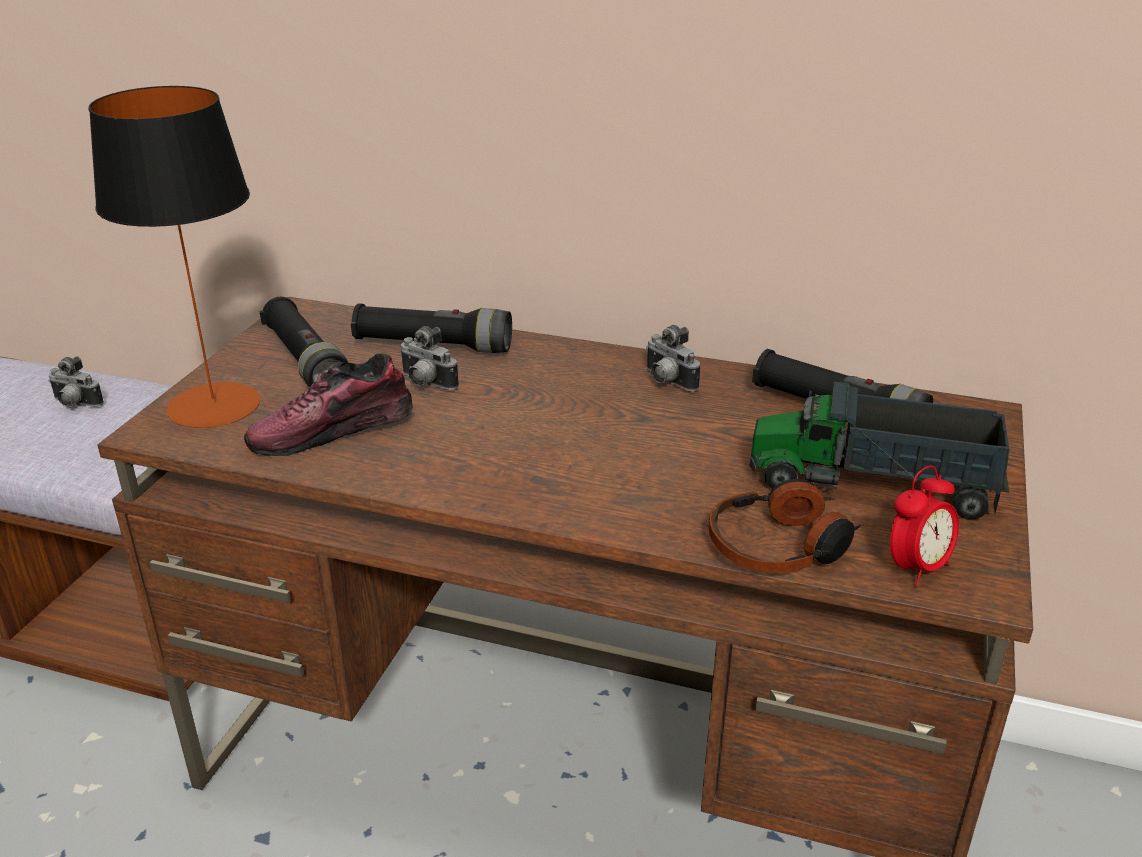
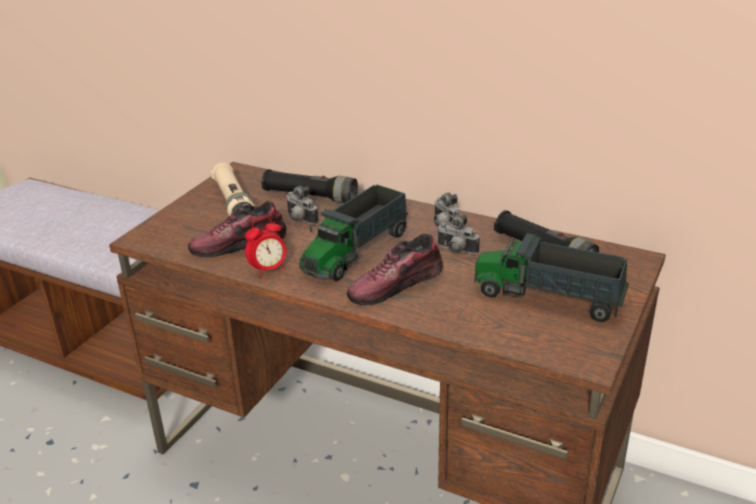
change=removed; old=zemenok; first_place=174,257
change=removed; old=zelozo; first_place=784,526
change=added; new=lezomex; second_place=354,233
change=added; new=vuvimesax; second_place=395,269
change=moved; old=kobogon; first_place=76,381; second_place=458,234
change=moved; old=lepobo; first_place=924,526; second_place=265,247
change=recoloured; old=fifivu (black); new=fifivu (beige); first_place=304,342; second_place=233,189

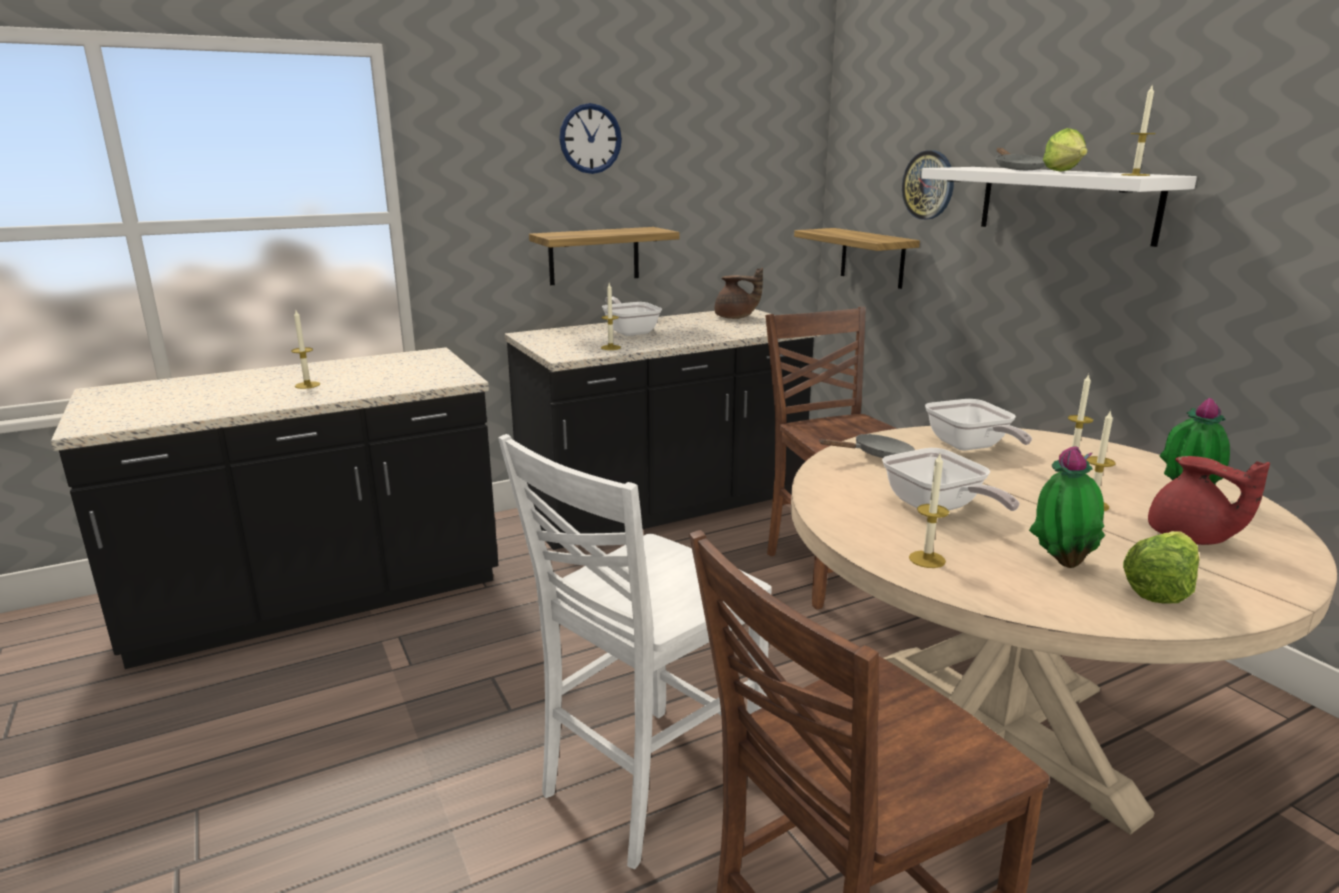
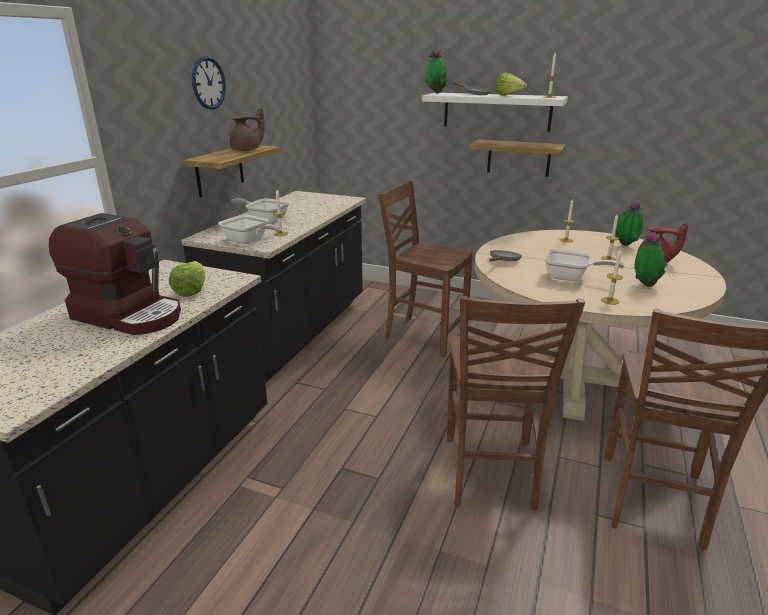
change=removed; old=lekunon; first_place=928,185
change=added; new=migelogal; second_place=436,70
change=moved; old=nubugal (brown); first_place=739,293; second_place=247,129
change=moved; old=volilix; first_place=857,258; second_place=517,158
change=moved; old=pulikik; first_place=978,425; second_place=250,229
change=moved; old=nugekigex; first_place=1161,567; second_place=187,279
change=replaced; old=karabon; new=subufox; first_place=305,349; second_place=115,274
change=recoloured; old=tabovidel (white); new=tabovidel (brown); first_place=635,651; second_place=516,403

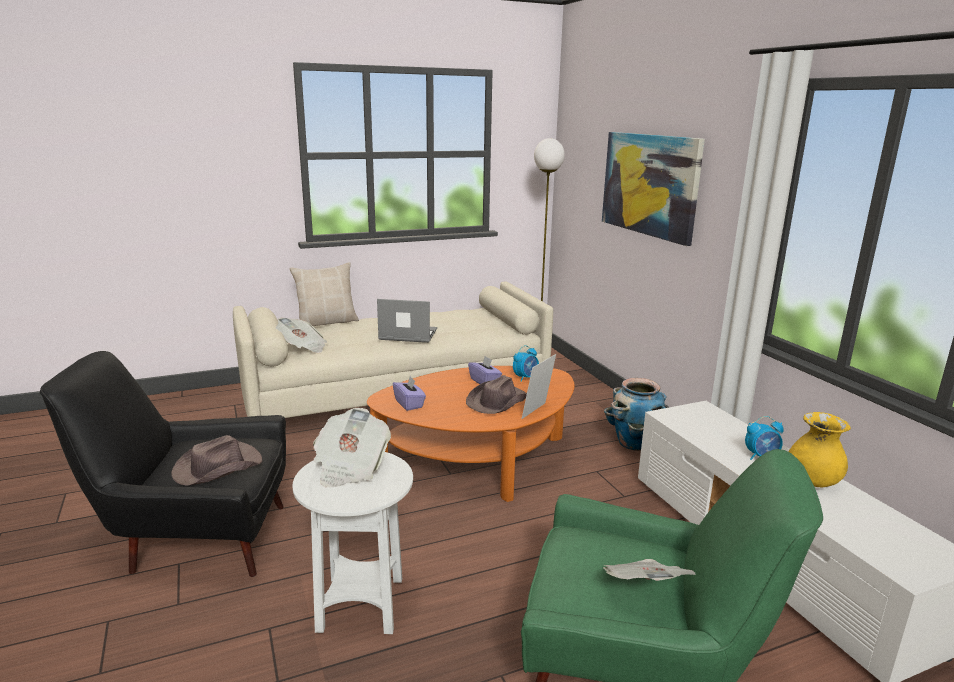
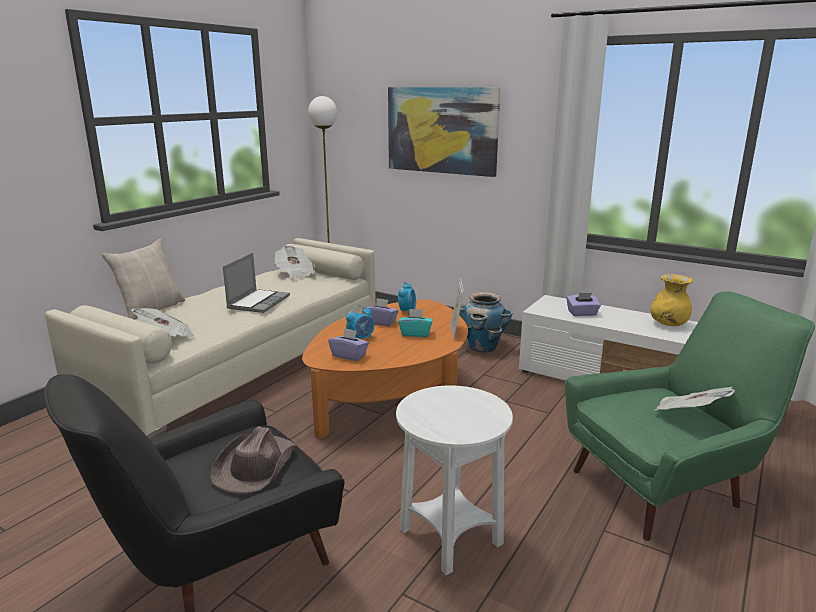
change=added; new=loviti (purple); second_place=583,304
change=moved; old=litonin; first_place=352,447; second_place=295,262
change=moved; old=lepobo; first_place=764,438; second_place=360,322
change=replaced; old=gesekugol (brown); new=loviti (turquoise); first_place=496,394; second_place=416,323
change=turned; old=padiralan; first_place=407,321; second_place=256,283; degrees=135

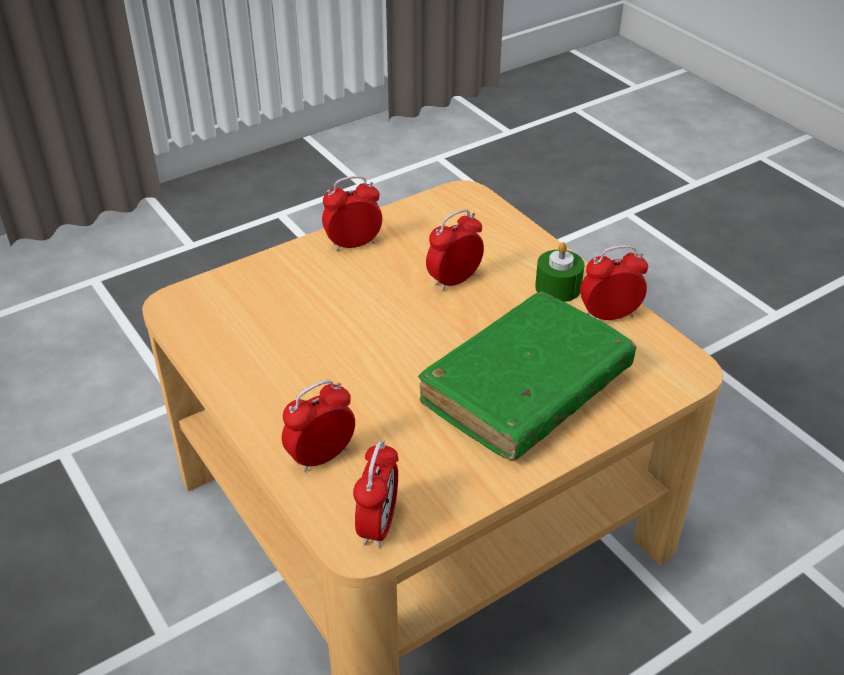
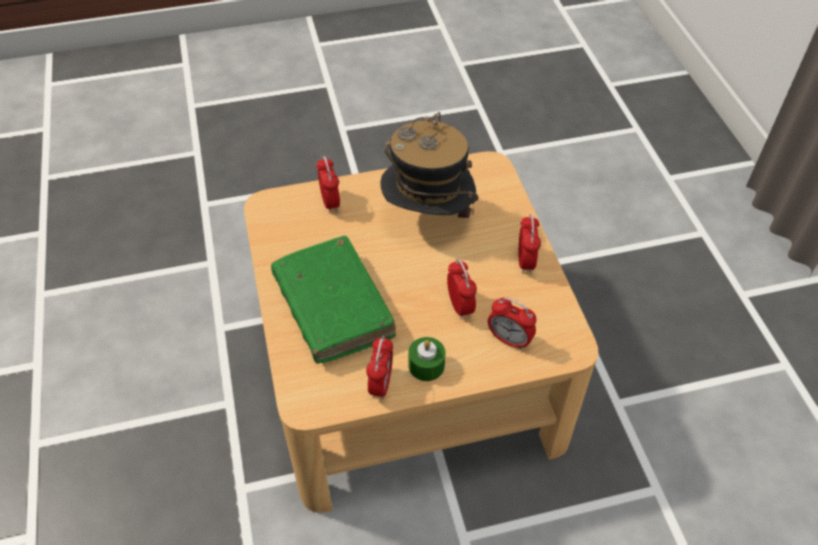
change=added; new=gesekugol; second_place=429,165
change=moved; old=lepobo; first_place=376,494; second_place=512,324

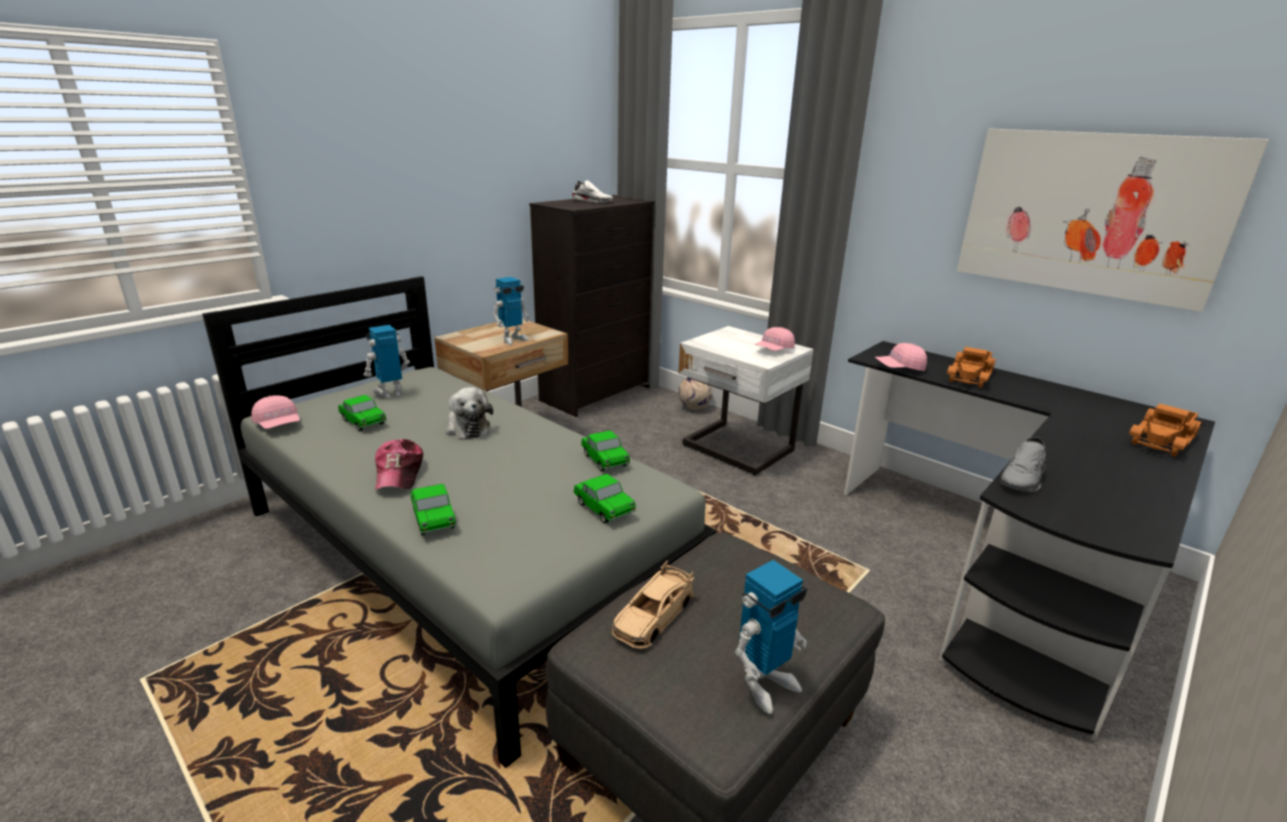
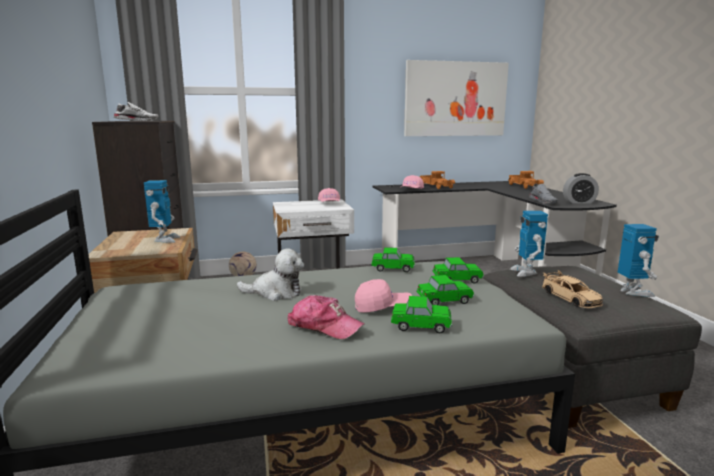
change=added; new=lepobo; second_place=581,188
change=moved; old=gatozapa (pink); first_place=275,412; second_place=383,296
change=moved; old=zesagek; first_place=362,413; second_place=445,290
change=moved; old=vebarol; first_place=387,361; second_place=529,244

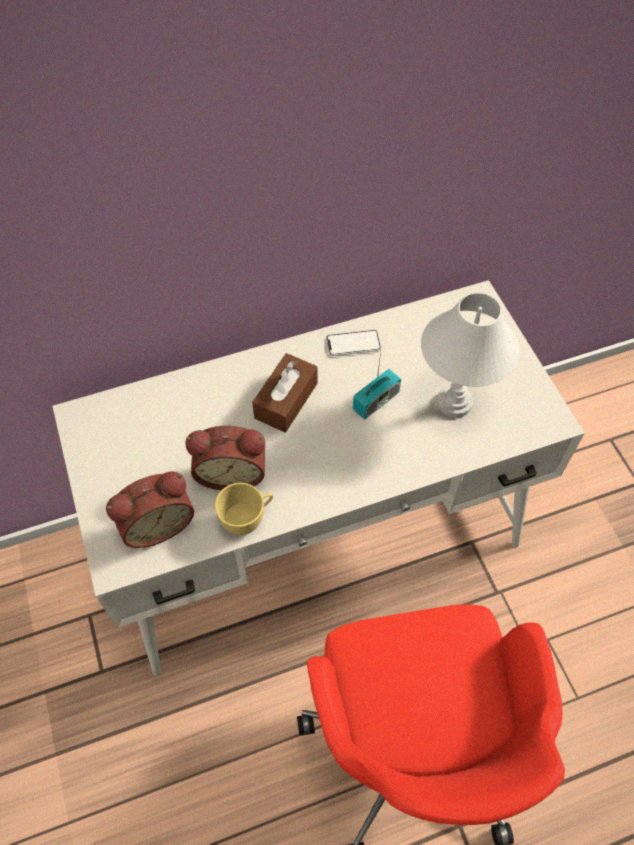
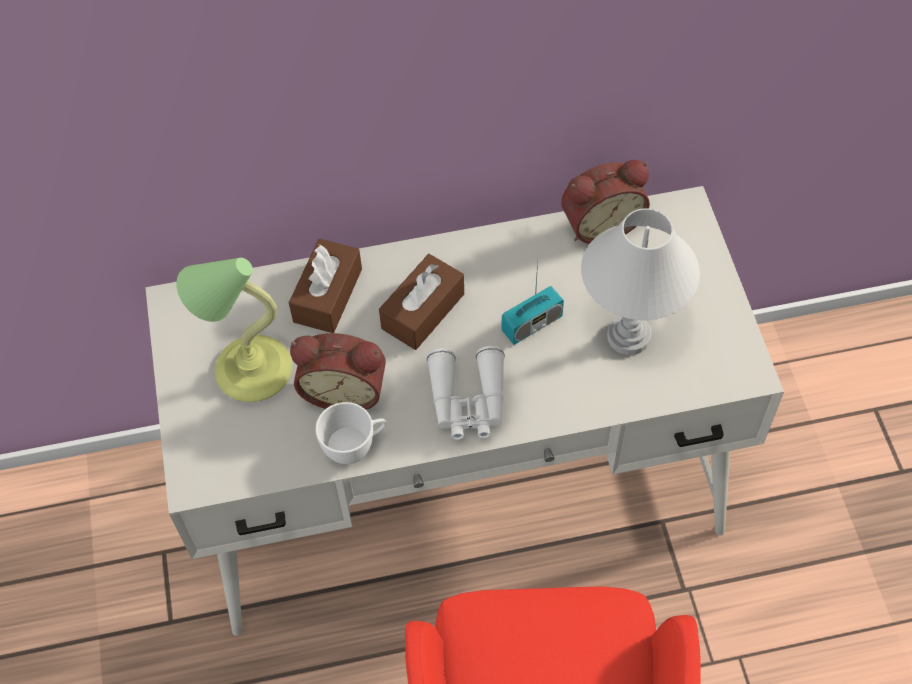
change=removed; old=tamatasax; first_place=353,343
change=added; new=zemenok; second_place=234,330
change=added; new=loviti (brown); second_place=325,286
change=added; new=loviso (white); second_place=466,393
change=moved; old=lepobo; first_place=150,509; second_place=605,202
change=recoloured; old=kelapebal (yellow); new=kelapebal (white); first_place=244,509; second_place=351,433

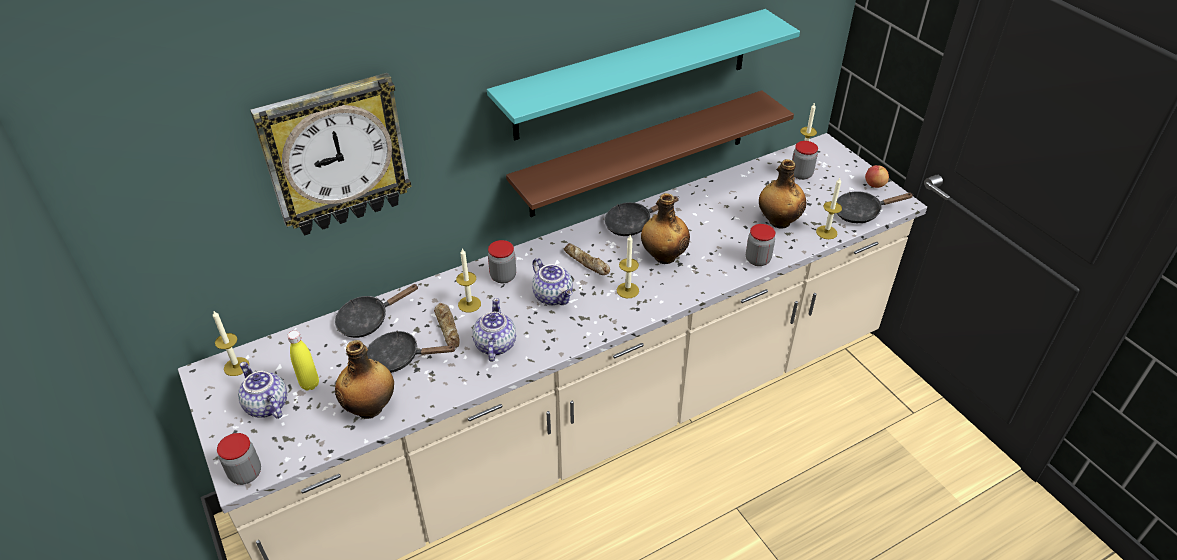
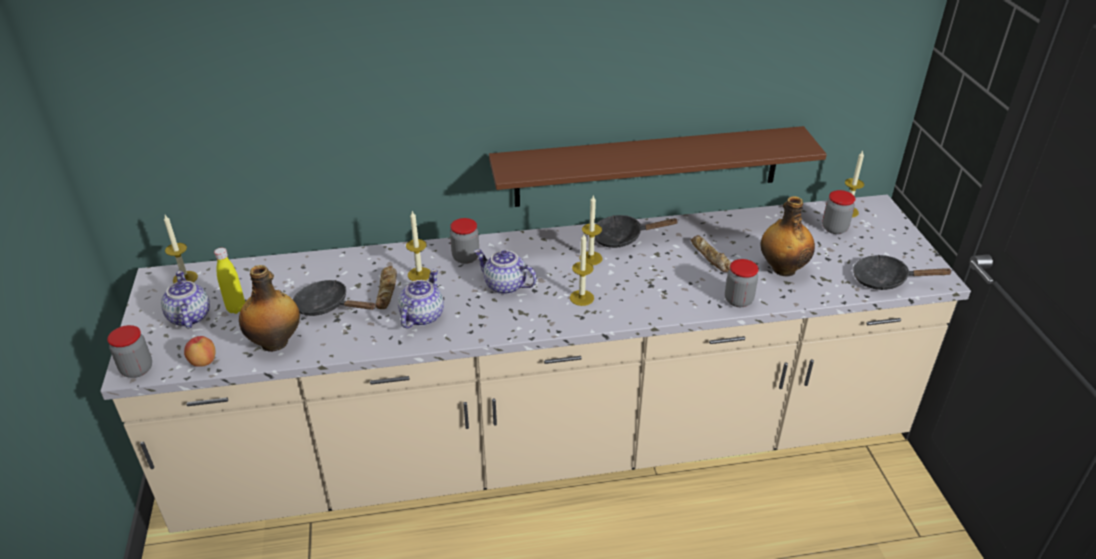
change=removed; old=lekunon; first_place=331,154
change=removed; old=pulikik (black); first_place=377,311
change=removed; old=volilix (turquoise); first_place=643,74
change=removed; old=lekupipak; first_place=665,228
change=moved; old=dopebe; first_place=587,259; second_place=711,253
change=moved; old=karabon; first_place=829,208; second_place=590,231
change=moved; old=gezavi; first_place=877,176; second_place=200,351
change=turned; old=nubugal; first_place=552,281; second_place=505,272; degrees=135

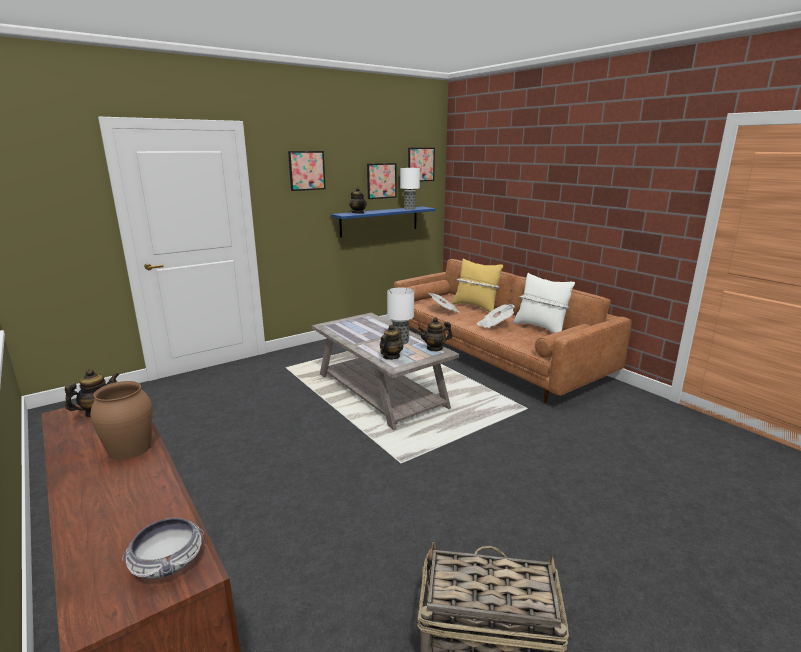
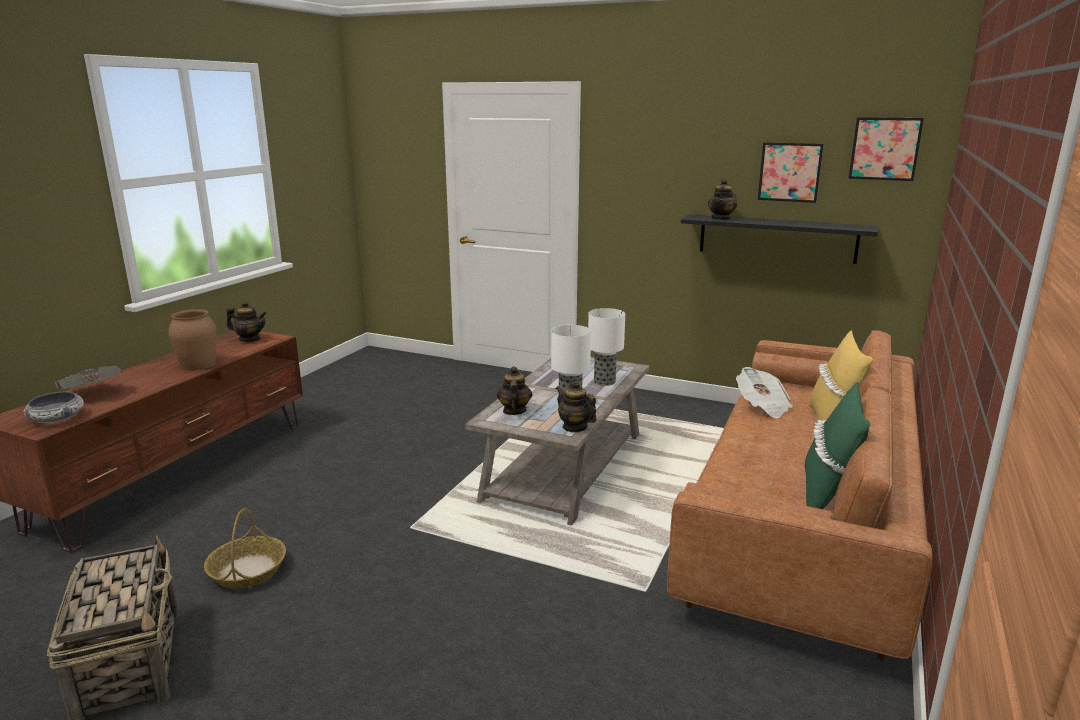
change=removed; old=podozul; first_place=307,171
change=added; new=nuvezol; second_place=245,548
change=moved; old=zemenok; first_place=410,189; second_place=606,347
change=moved; old=litonin; first_place=496,316; second_place=88,378
change=recoloured; old=volilix (blue); new=volilix (black); first_place=383,222; second_place=779,239
change=recoloured; old=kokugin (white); new=kokugin (green); first_place=544,303; second_place=837,445
change=turned; old=nubugal; first_place=391,342; second_place=514,390; degrees=-90

